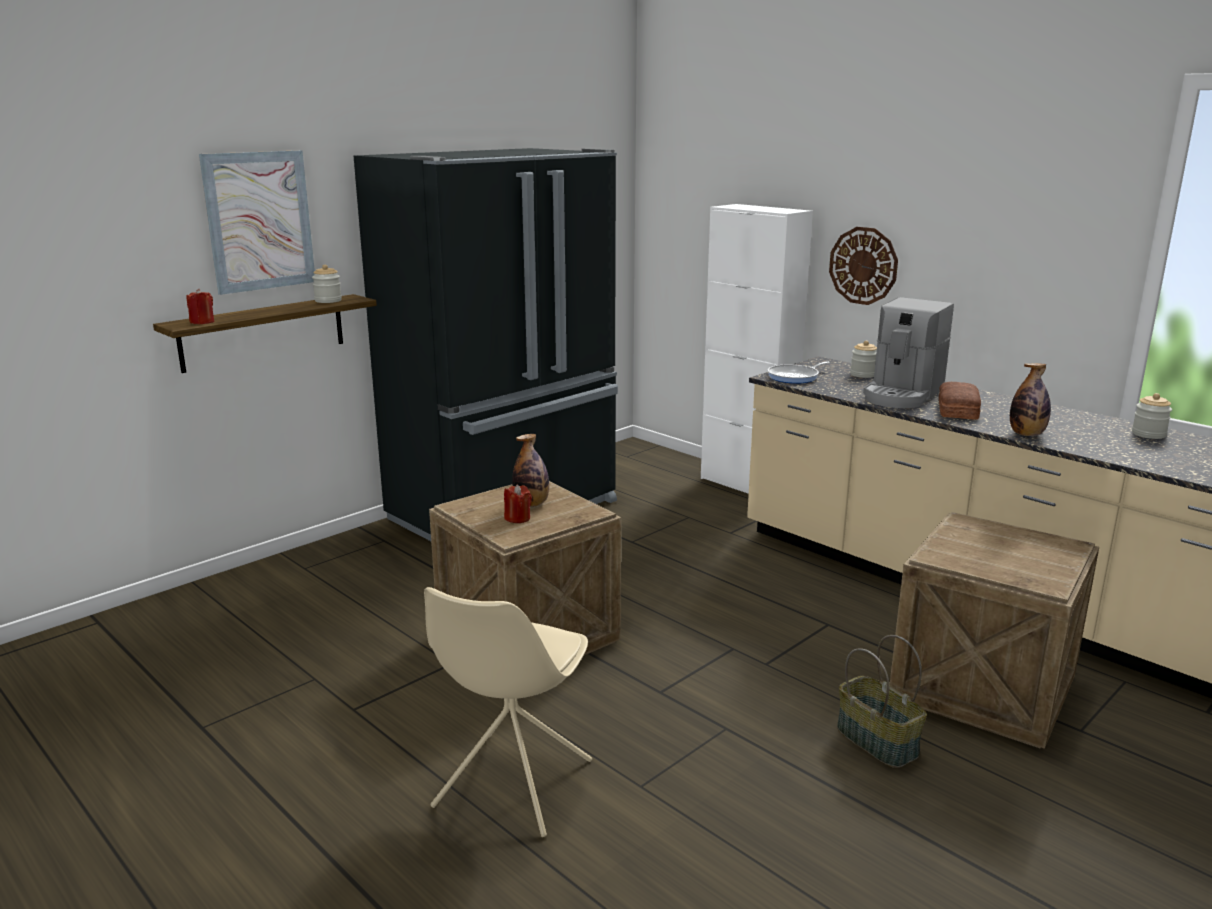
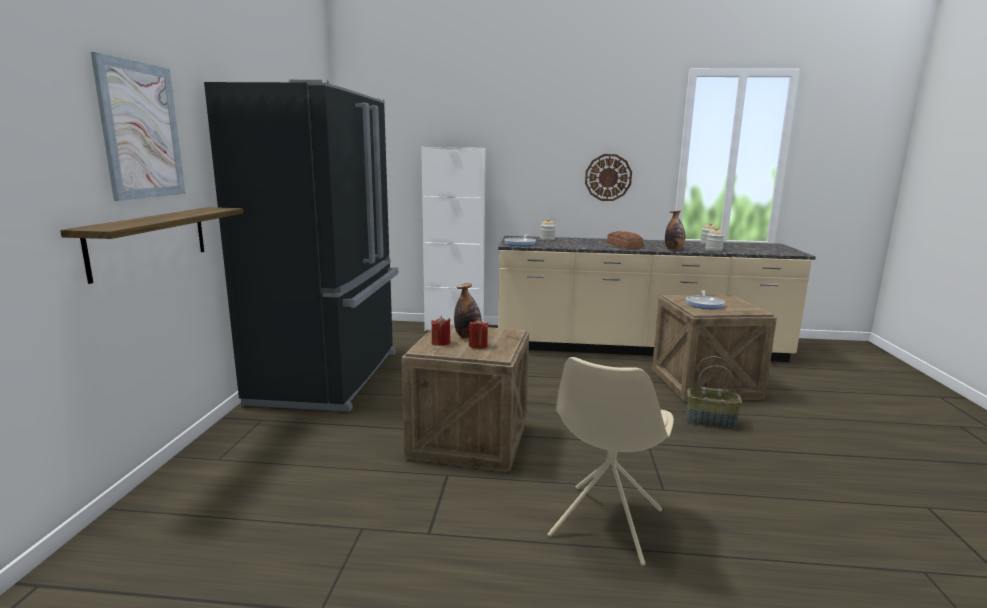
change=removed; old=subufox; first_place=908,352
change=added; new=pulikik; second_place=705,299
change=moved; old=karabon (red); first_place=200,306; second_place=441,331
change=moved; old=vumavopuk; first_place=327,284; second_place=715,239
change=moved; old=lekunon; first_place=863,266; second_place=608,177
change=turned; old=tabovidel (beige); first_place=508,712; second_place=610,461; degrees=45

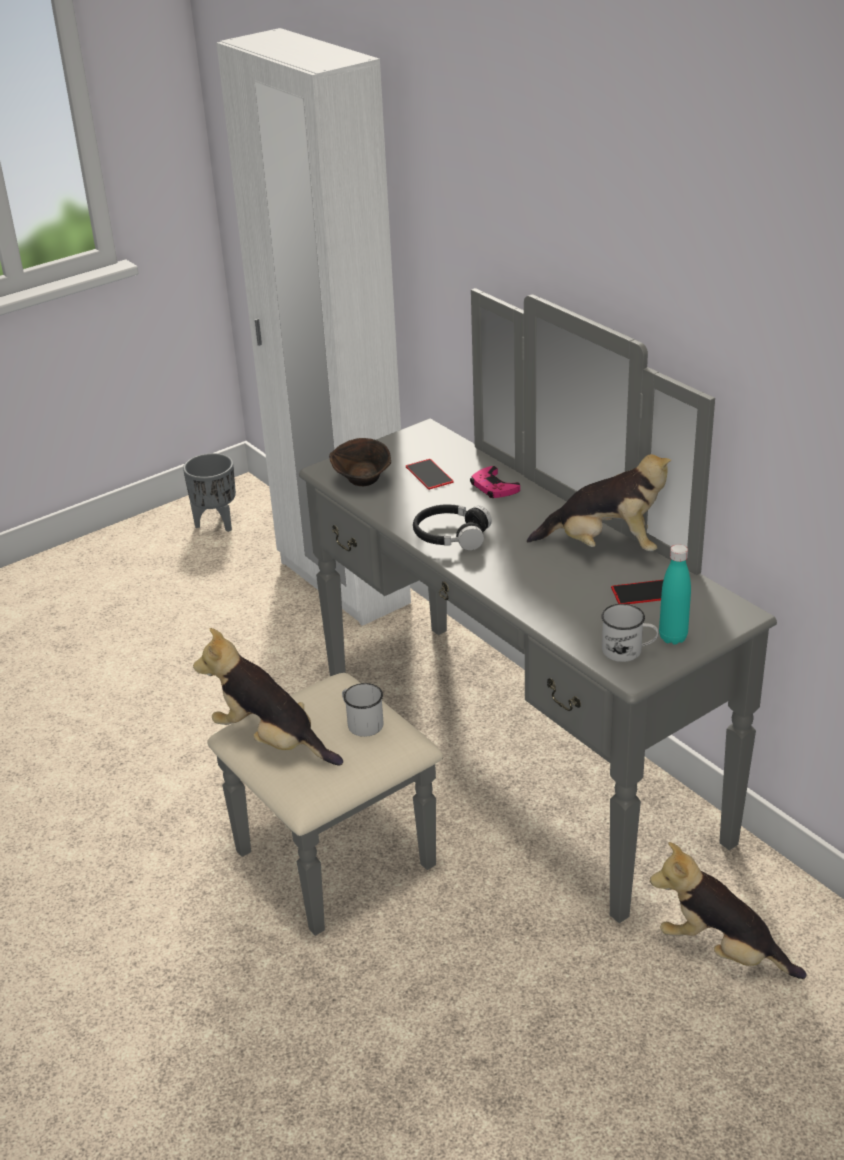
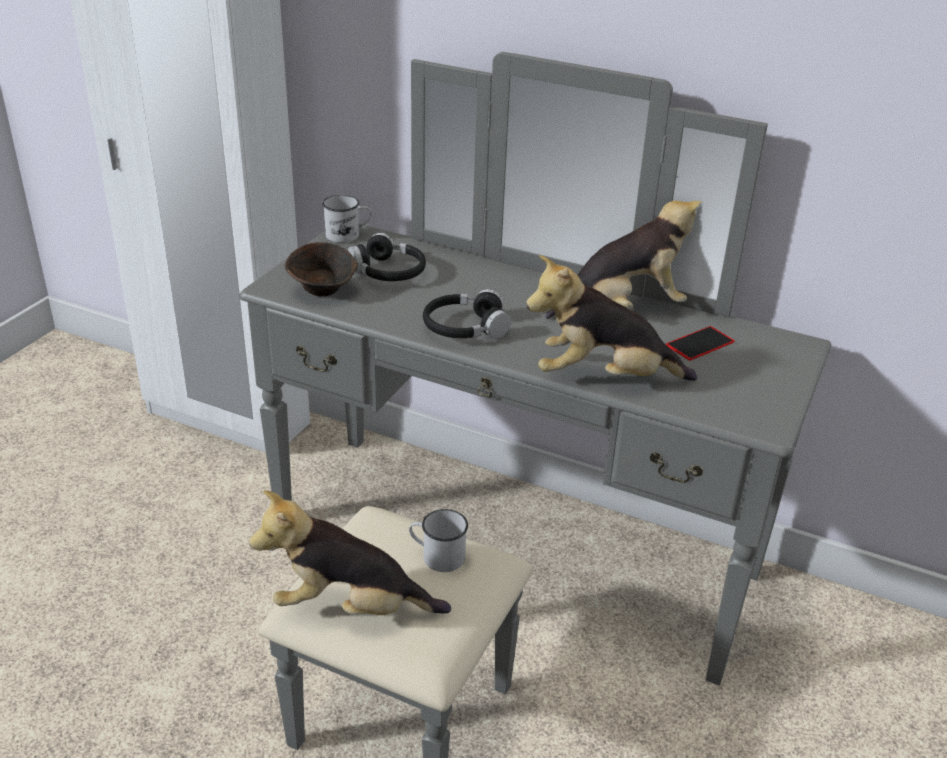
change=removed; old=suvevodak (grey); first_place=209,492
change=removed; old=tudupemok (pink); first_place=495,482
change=removed; old=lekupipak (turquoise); first_place=675,594
change=moved; old=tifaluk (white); first_place=630,633; second_place=347,219
change=moved; old=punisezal; first_place=728,910; second_place=611,318
change=replaced; old=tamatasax; new=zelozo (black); first_place=430,474; second_place=387,257

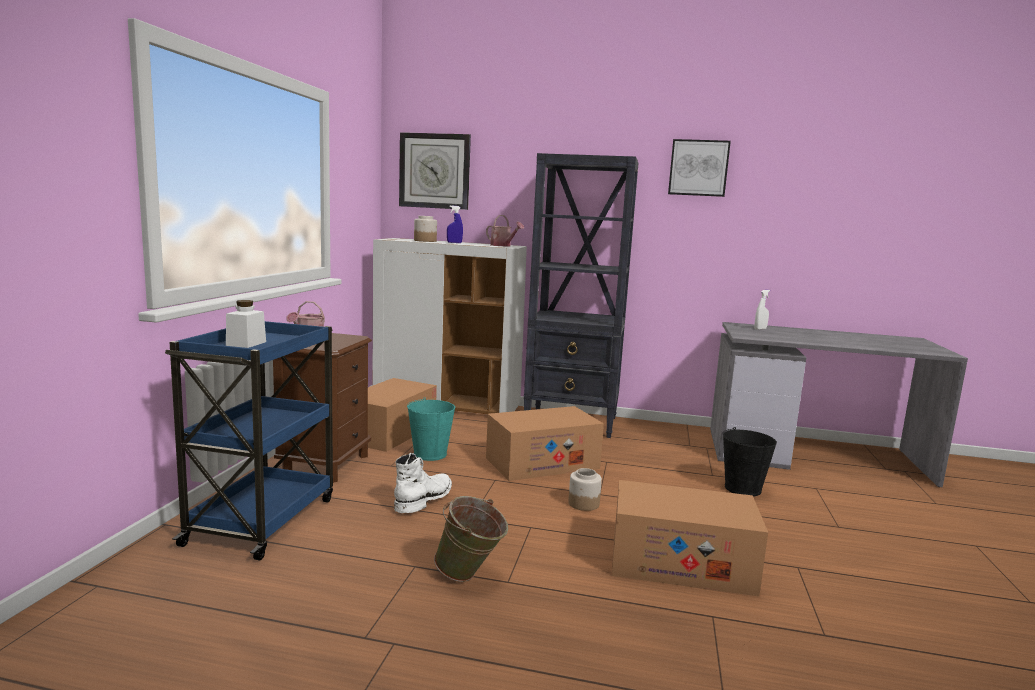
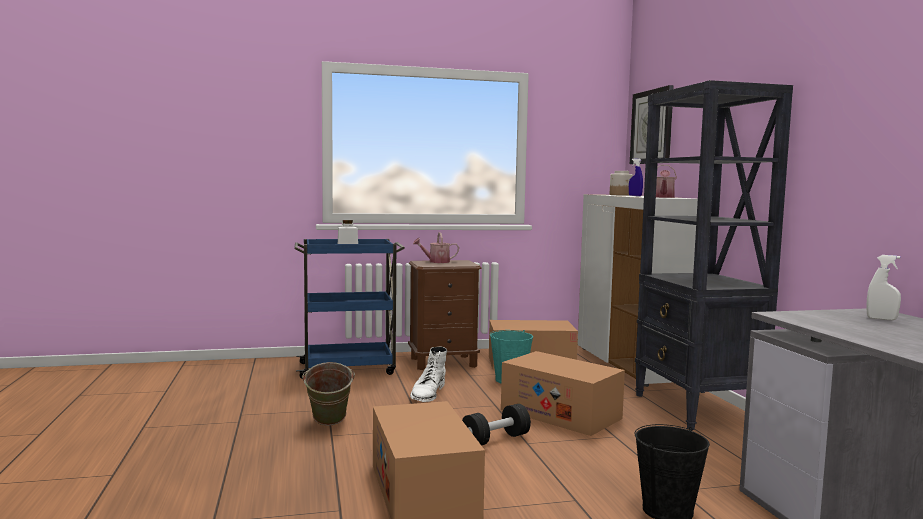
change=removed; old=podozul; first_place=699,168
change=replaced; old=vumavopuk; new=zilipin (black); first_place=585,489; second_place=496,425
change=turned; old=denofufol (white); first_place=423,483; second_place=428,374; degrees=105

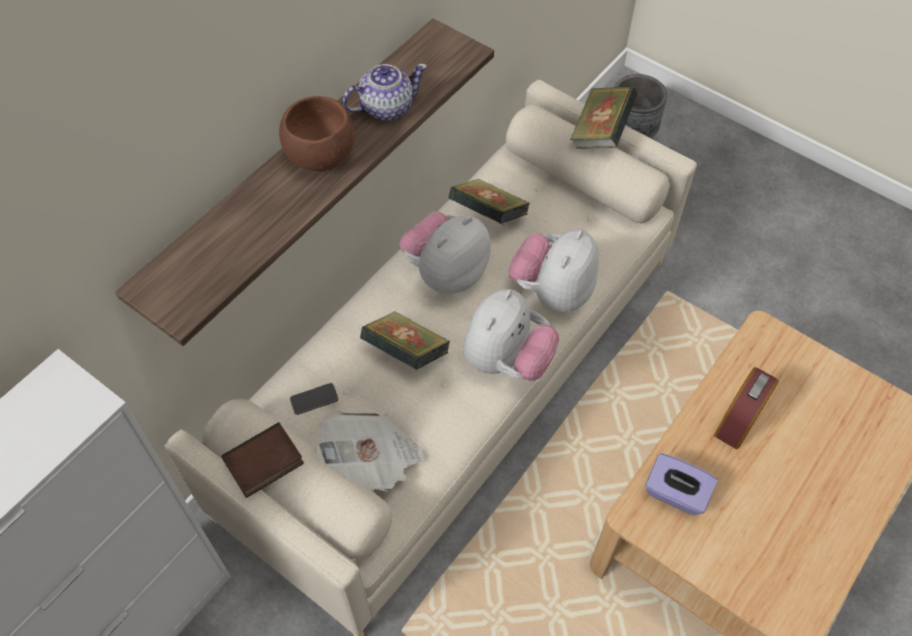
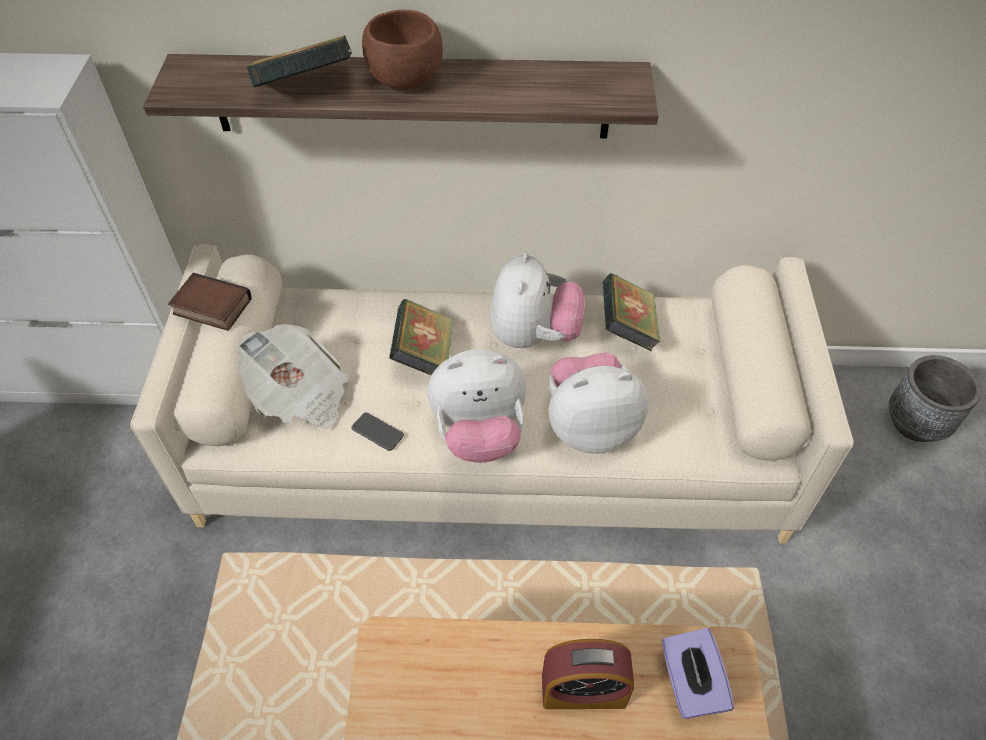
change=removed; old=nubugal; first_place=385,92
change=moved; old=tamatasax; first_place=314,399; second_place=377,431
change=moved; old=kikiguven; first_place=603,117; second_place=299,61
change=moved; old=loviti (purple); first_place=681,484; second_place=698,673
change=turned; old=punisezal; first_place=445,253; second_place=537,300; degrees=90

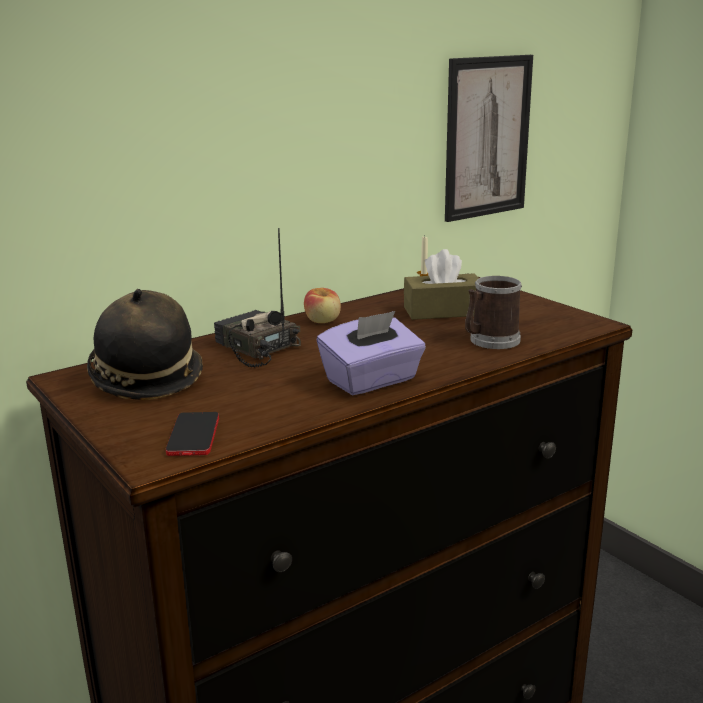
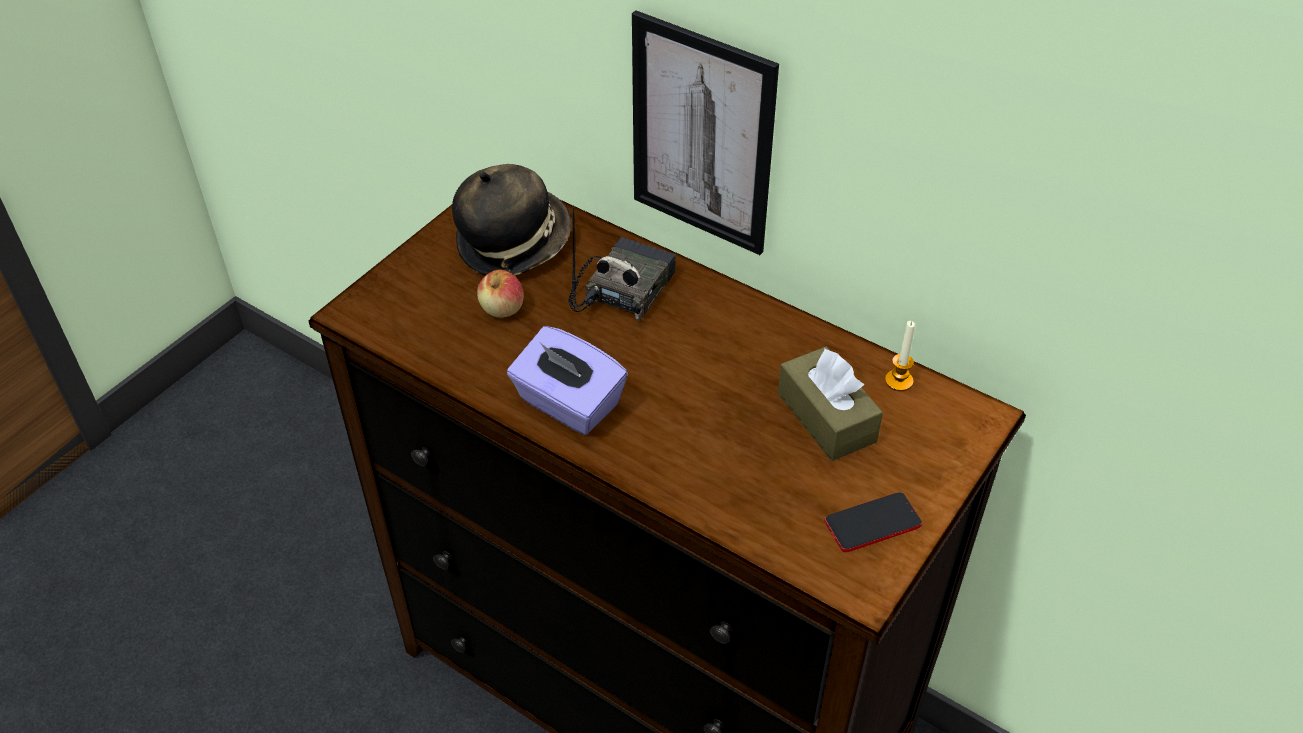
change=removed; old=tifaluk; first_place=493,312
change=moved; old=tamatasax; first_place=192,434; second_place=873,522
change=moved; old=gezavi; first_place=322,305; second_place=500,294
change=moved; old=podozul; first_place=489,138; second_place=705,132

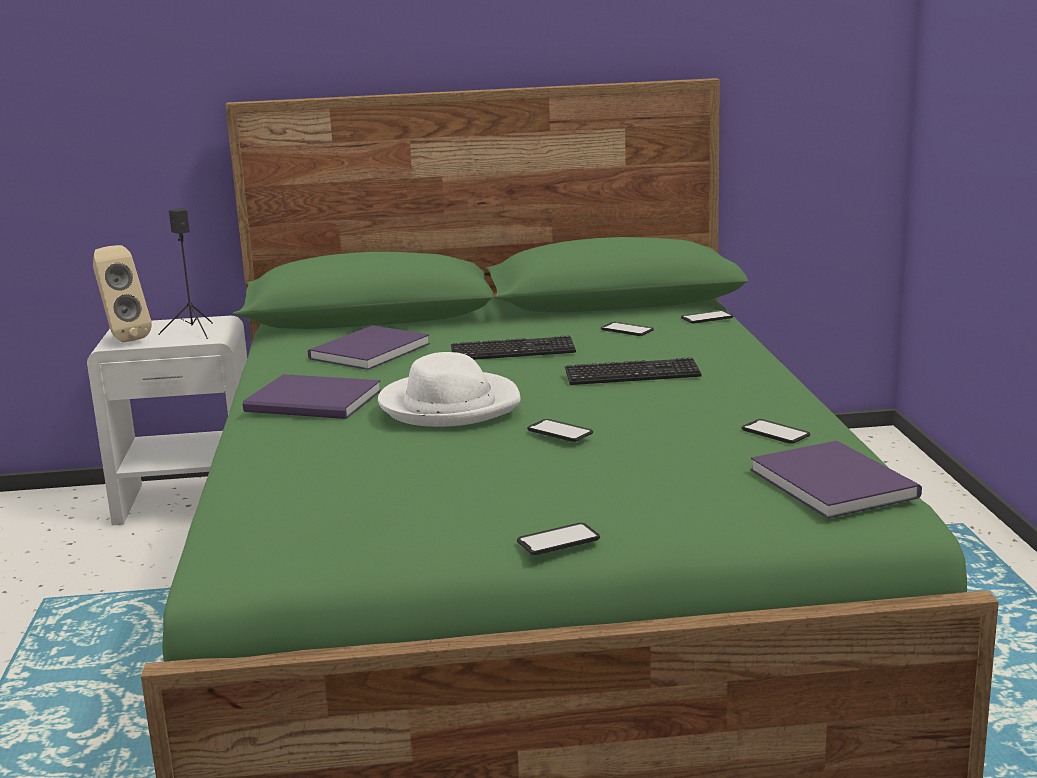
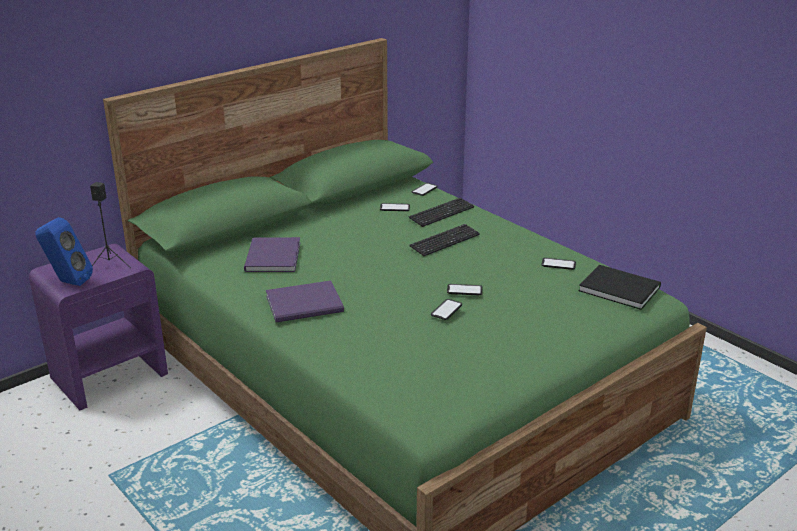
change=removed; old=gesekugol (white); first_place=449,389
change=moved; old=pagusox; first_place=513,347; second_place=441,212
change=moved; old=tamatasax; first_place=558,539; second_place=446,309
change=recoloured; old=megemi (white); new=megemi (purple); first_place=167,420; second_place=98,327
change=recoloured; old=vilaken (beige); new=vilaken (blue); first_place=122,294; second_place=64,251
change=recoloured; old=kikiguven (purple); new=kikiguven (black); first_place=836,480; second_place=619,287

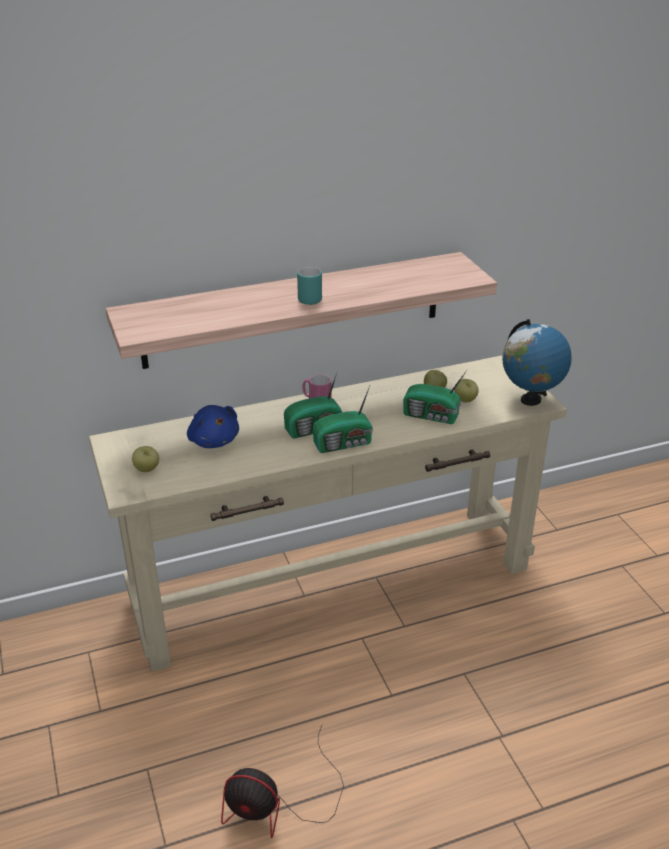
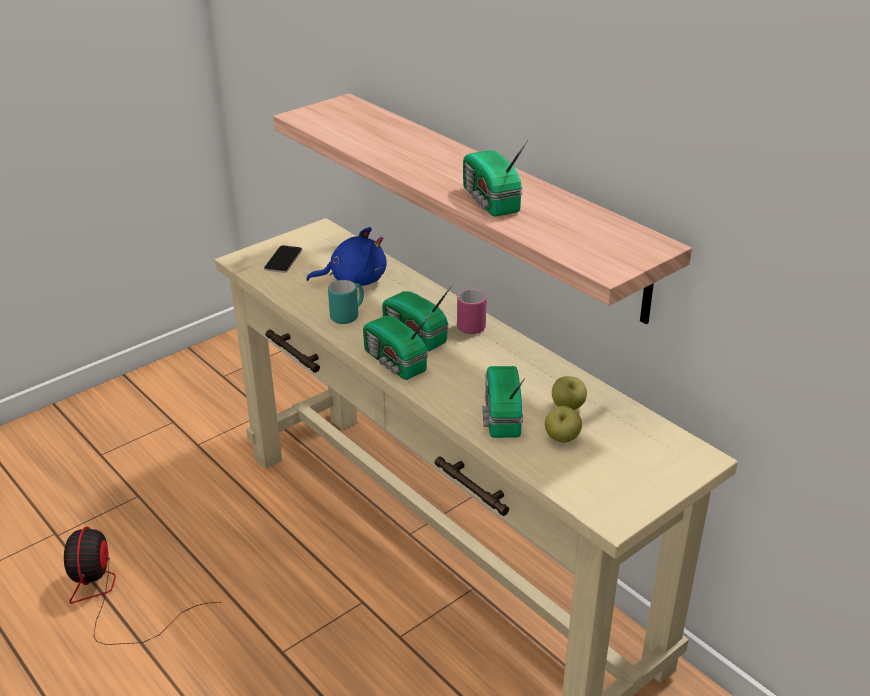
change=removed; old=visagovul; first_place=537,362
change=added; new=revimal; second_place=495,178
change=moved; old=tifaluk (turquoise); first_place=309,286; second_place=346,302
change=replaced; old=gezavi; new=tamatasax; first_place=145,459; second_place=283,259
change=turned; old=punisezal (blue); first_place=213,426; second_place=346,256; degrees=-135

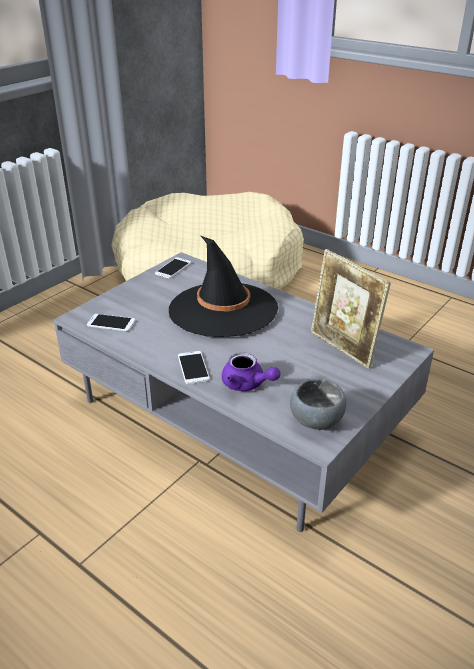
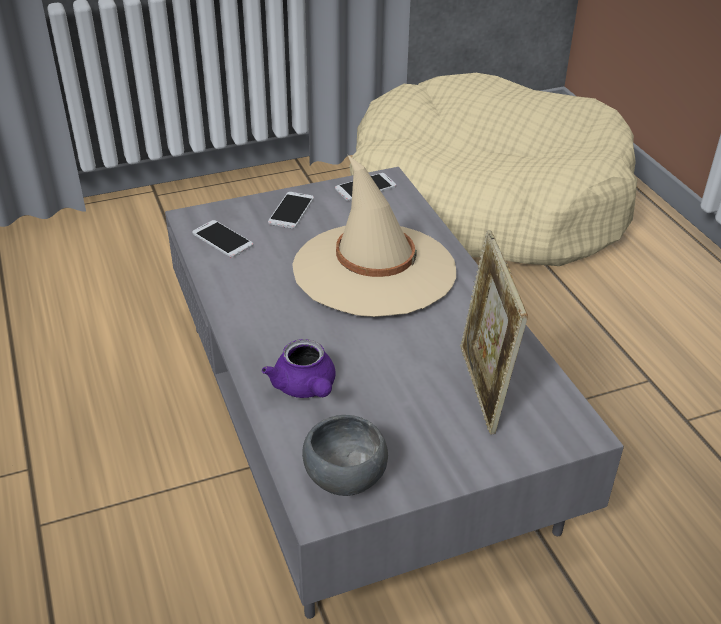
change=moved; old=tamatasax; first_place=194,367; second_place=291,210
change=recoloured; old=gesekugol (black); new=gesekugol (beige); first_place=223,286; second_place=374,236

